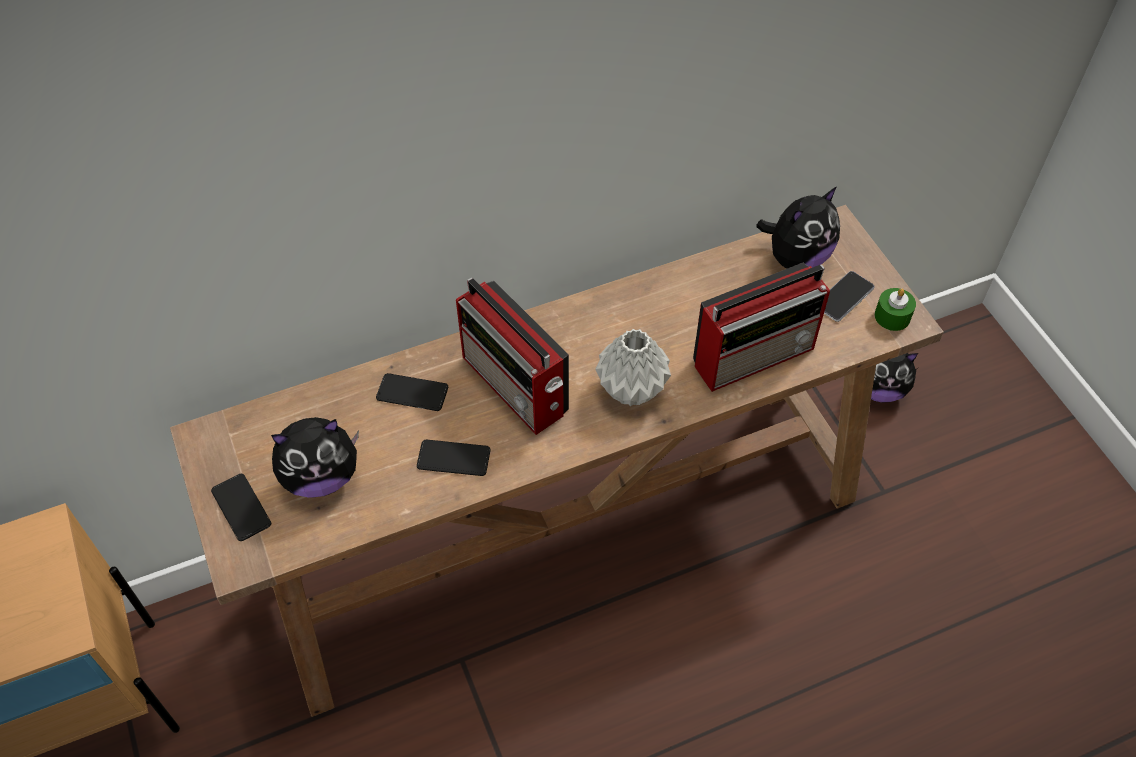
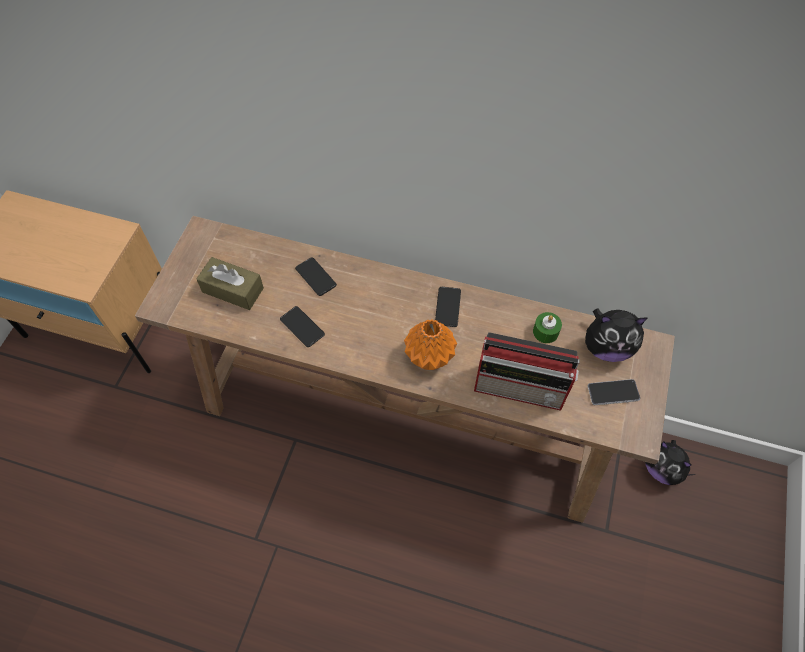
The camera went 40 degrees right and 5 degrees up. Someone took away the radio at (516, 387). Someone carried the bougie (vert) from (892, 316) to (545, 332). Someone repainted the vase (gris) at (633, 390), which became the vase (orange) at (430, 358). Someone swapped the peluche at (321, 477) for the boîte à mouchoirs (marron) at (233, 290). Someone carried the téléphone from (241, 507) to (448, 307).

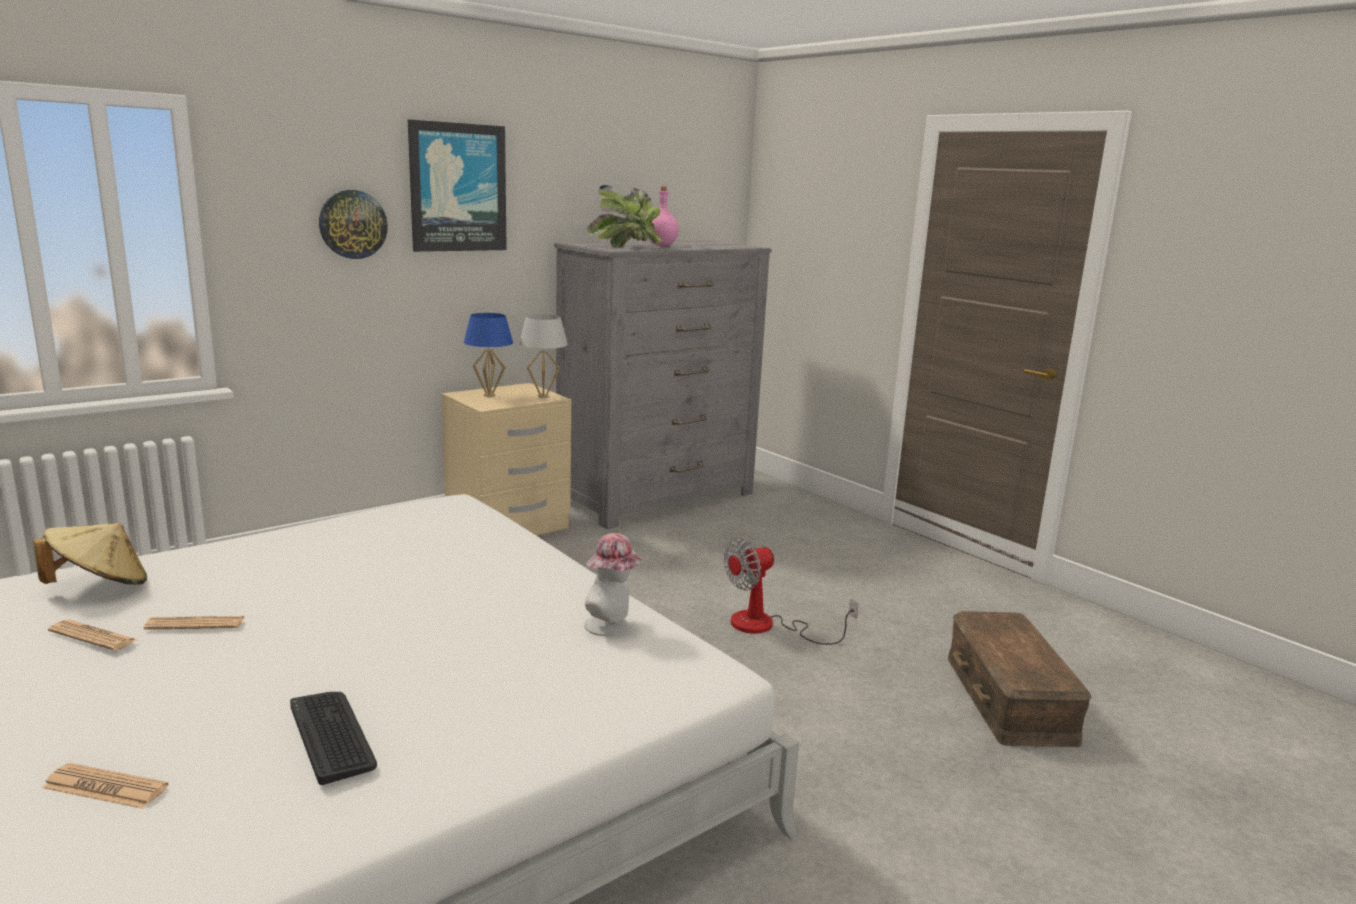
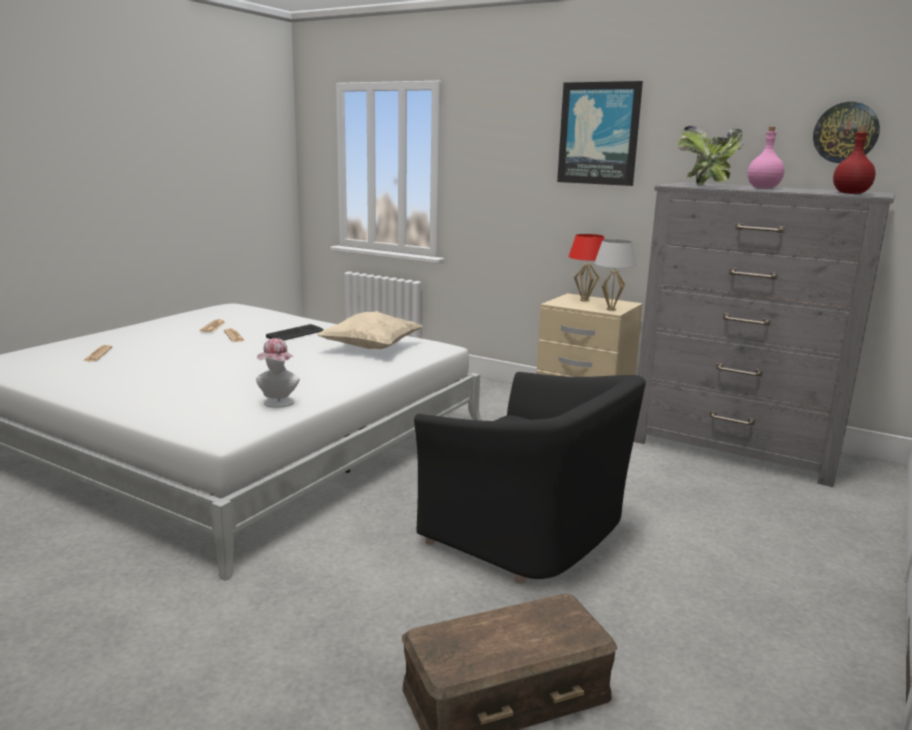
The camera went 70 degrees right and 0 degrees up. Someone carried the horloge murale from (353, 224) to (845, 133). Someone repainted the lampe de table (bleu) at (489, 395), which became the lampe de table (rouge) at (584, 300). Someone took away the chapeau (beige) at (100, 586). Someone swapped the ventilateur at (767, 626) for the fauteuil (noir) at (529, 532). Someone carried the clavier from (332, 735) to (295, 334). Someone put down the bouteille (rouge) at (851, 193). Someone put down the coussin (beige) at (371, 348).

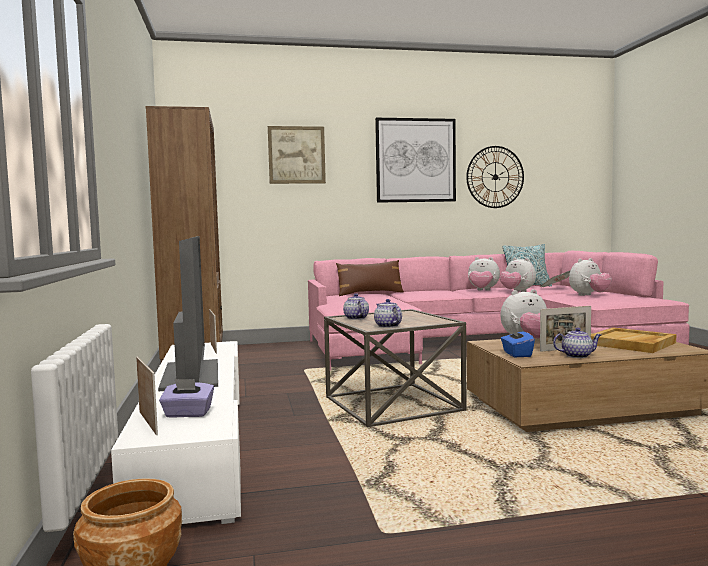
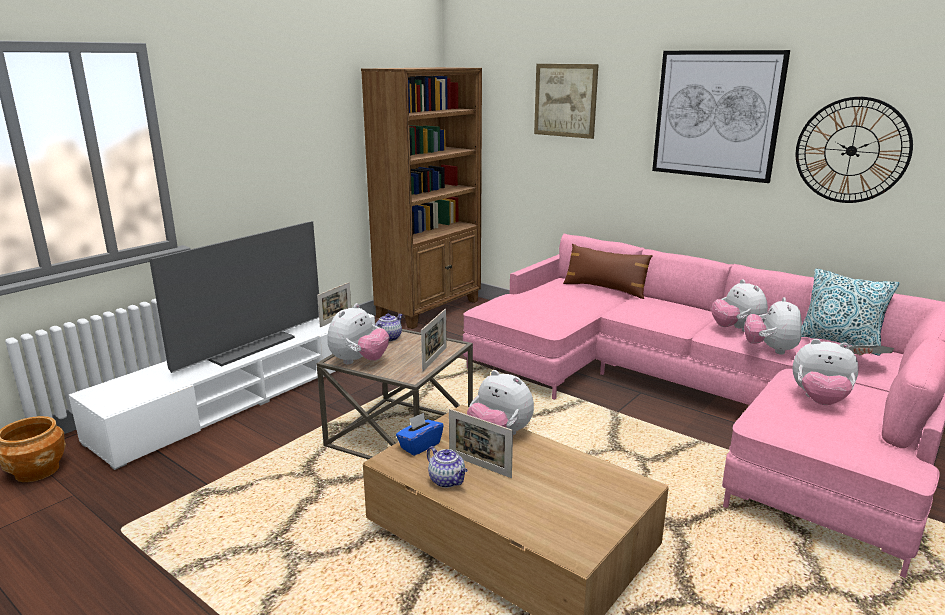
The camera went 50 degrees right and 15 degrees up. Someone swapped the théière at (387, 326) for the peluche at (359, 361). Someone took away the plateau (beige) at (631, 343). Someone carried the cadre photo from (148, 423) to (434, 359). Someone took away the boîte à mouchoirs (violet) at (188, 414).

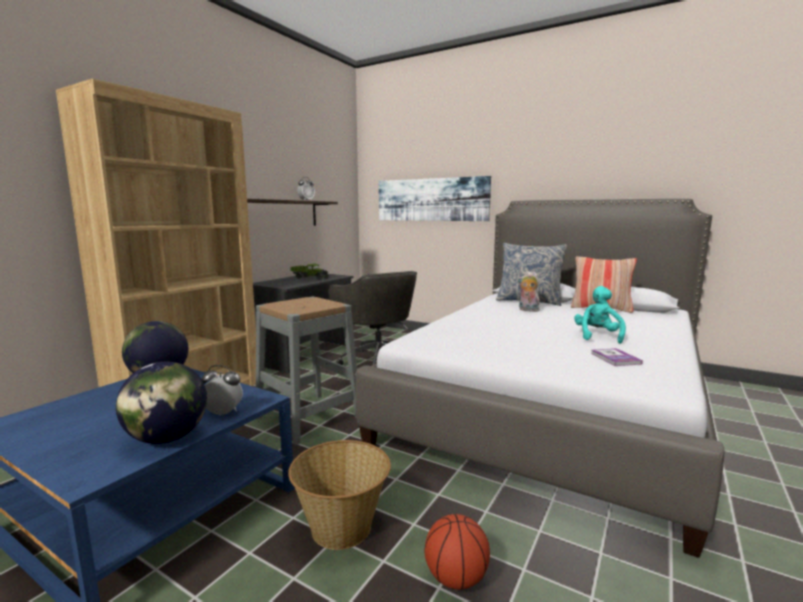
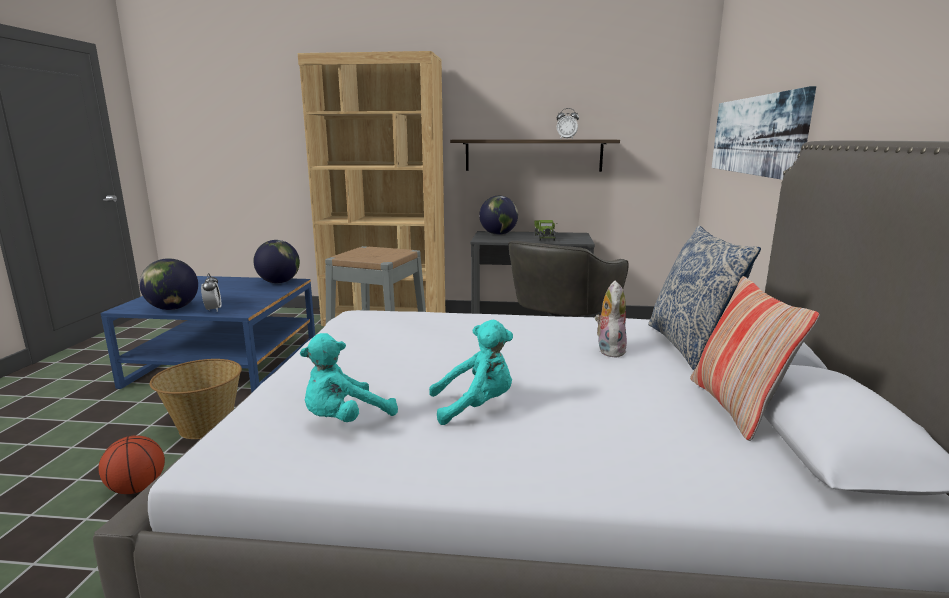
The camera went 65 degrees right and 5 degrees up. Someone swapped the livre at (615, 358) for the peluche (turquoise) at (345, 420). Someone put down the globe at (498, 234).

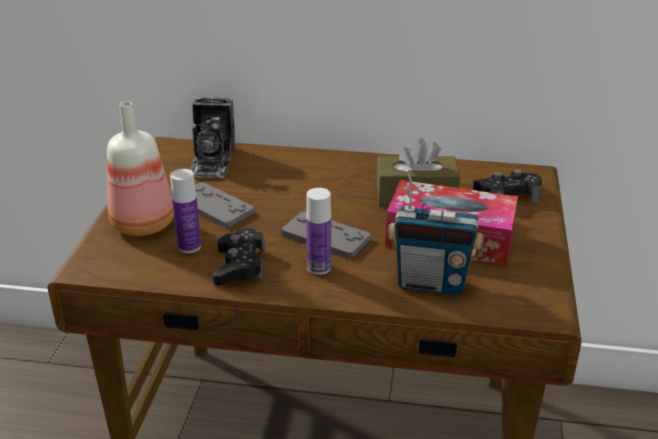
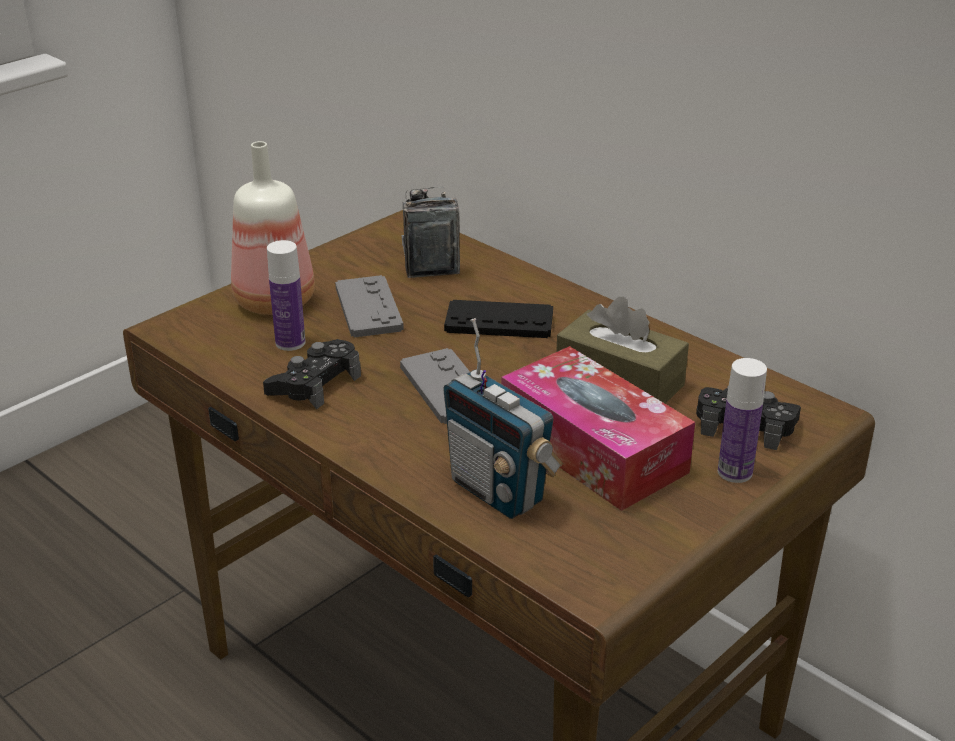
The camera went 35 degrees right and 0 degrees up. Someone rotated the appareil photo at (212, 161) by 135 degrees clockwise. Someone carried the bouteille from (319, 267) to (735, 472). Someone put down the manette (noir) at (499, 321).

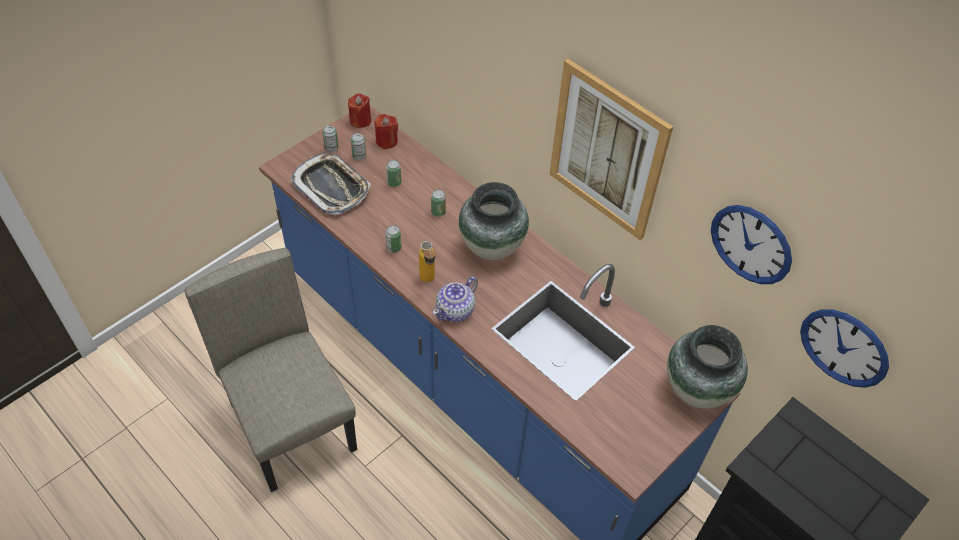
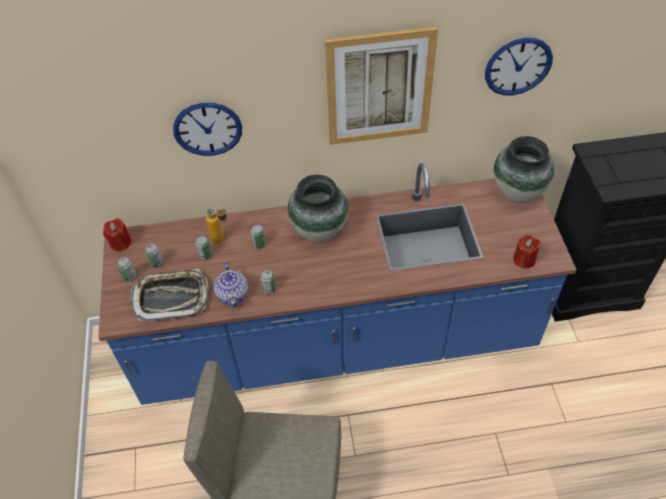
The camera went 50 degrees left and 0 degrees up. Someone carried the bougie (rouge) from (386, 141) to (524, 260). Someone carried the bouteille from (428, 282) to (222, 240). Someone carried the théière from (456, 310) to (233, 294). Someone carried the horloge murale from (844, 347) to (207, 129).

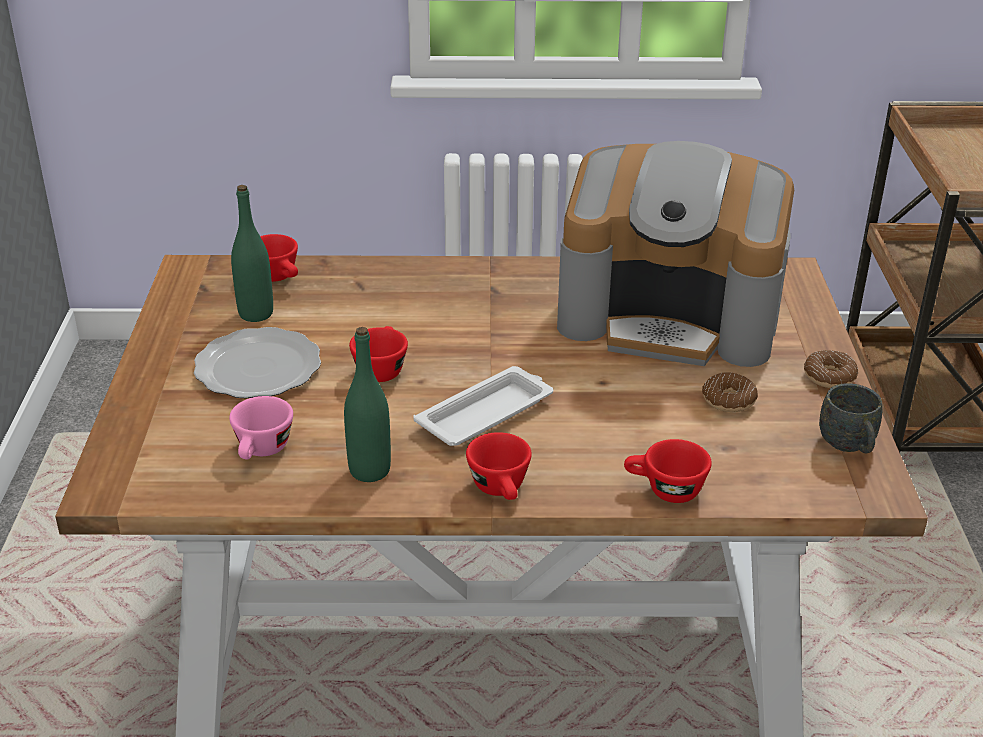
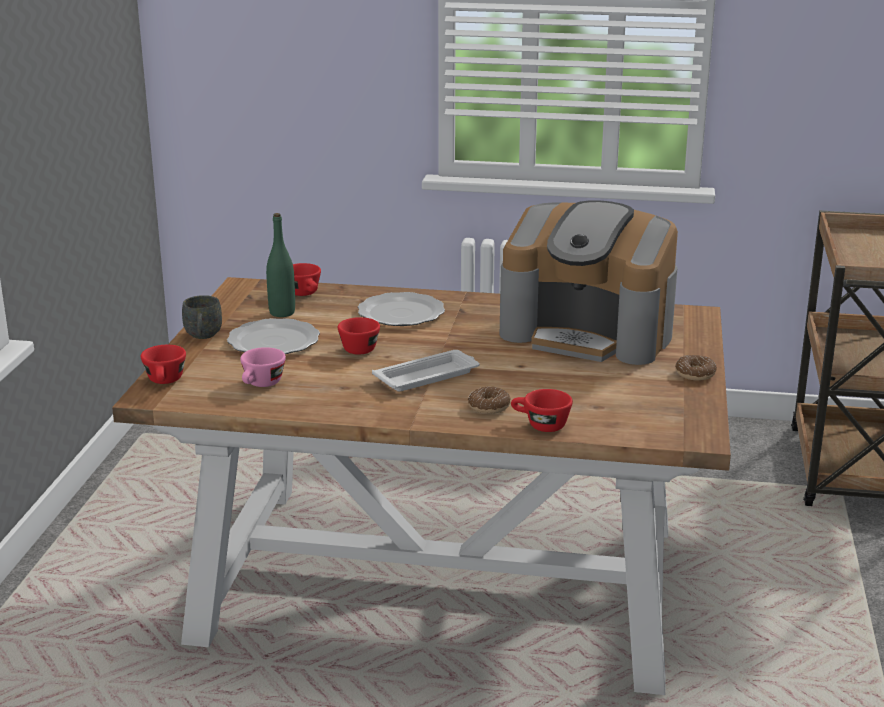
The camera went 10 degrees right and 10 degrees down. Someone took away the bouteille (vert) at (369, 470). Someone carried the beignet from (729, 400) to (489, 407). Someone carried the mug (gris) from (849, 446) to (203, 336). Someone carried the tasse (rouge) from (502, 490) to (165, 382). Someone put down the assiette at (402, 313).

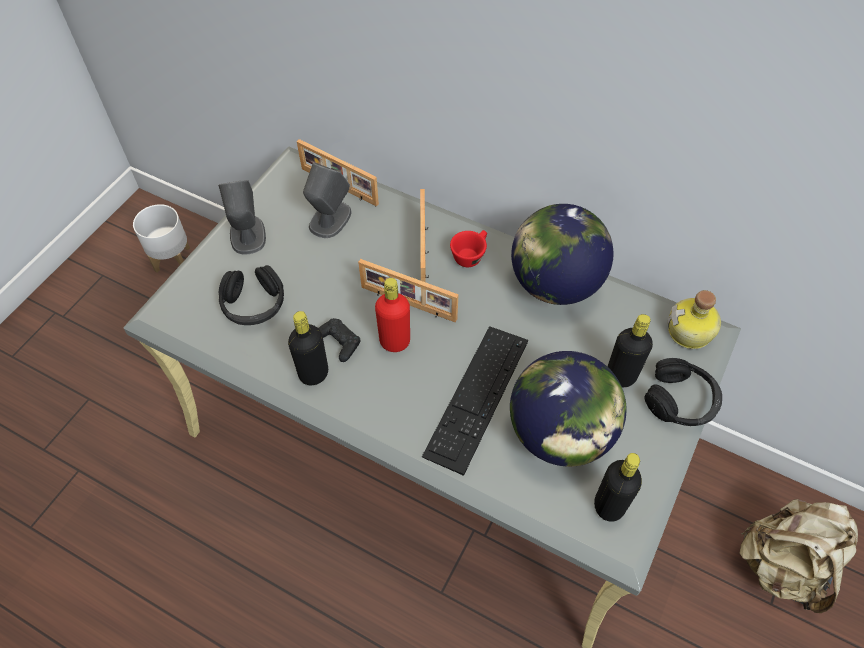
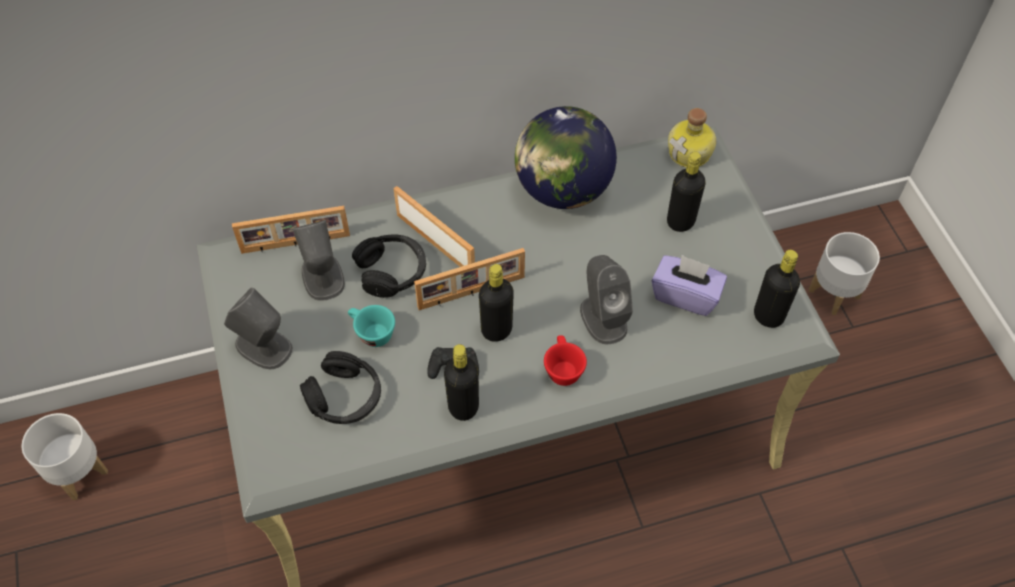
The camera went 45 degrees left and 0 degrees up. Someone carried the tasse (rouge) from (470, 255) to (562, 368). Someone repainted the bouteille (rouge) at (395, 342), which became the bouteille (noir) at (496, 330). Someone swapped the clavier at (477, 396) for the enceinte (gris) at (603, 318). Someone swapped the globe at (559, 433) for the boîte à mouchoirs (violet) at (685, 295). Someone carried the casque audio (noir) from (680, 400) to (392, 271). Someone swapped the sac à dos (beige) at (782, 565) for the cache-pot (blanc) at (834, 294). Someone put down the tasse (turquoise) at (371, 333).

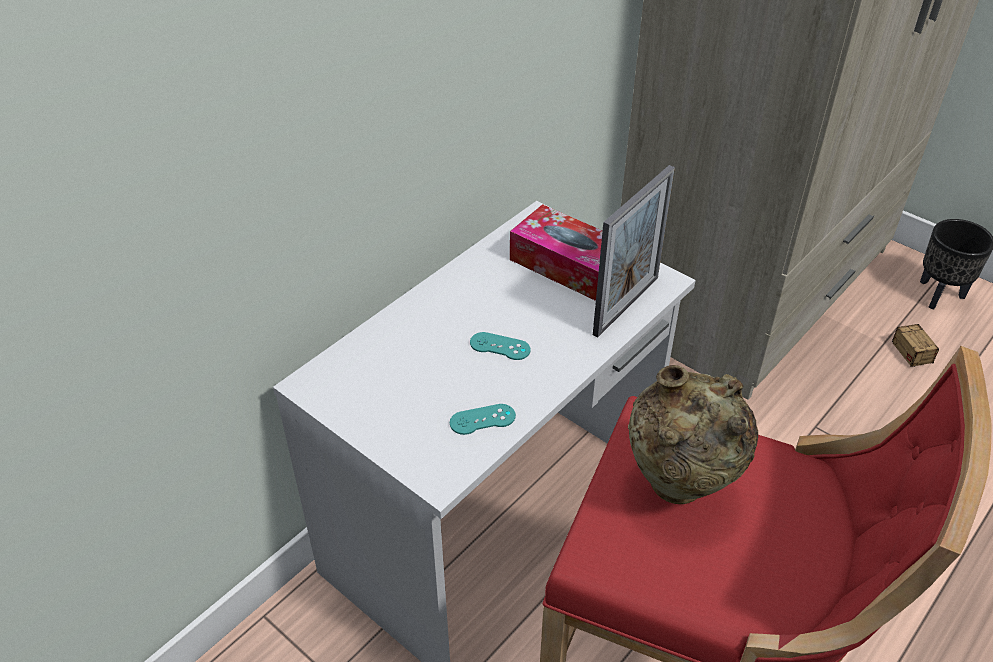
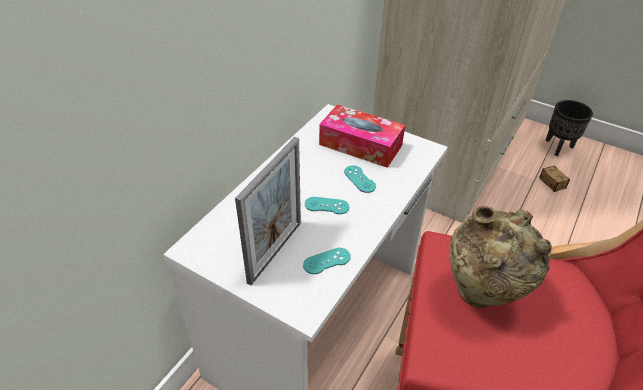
The camera went 10 degrees left and 0 degrees up. Someone carried the cadre photo from (626, 305) to (275, 251). Someone put down the manette (turquoise) at (359, 179).

